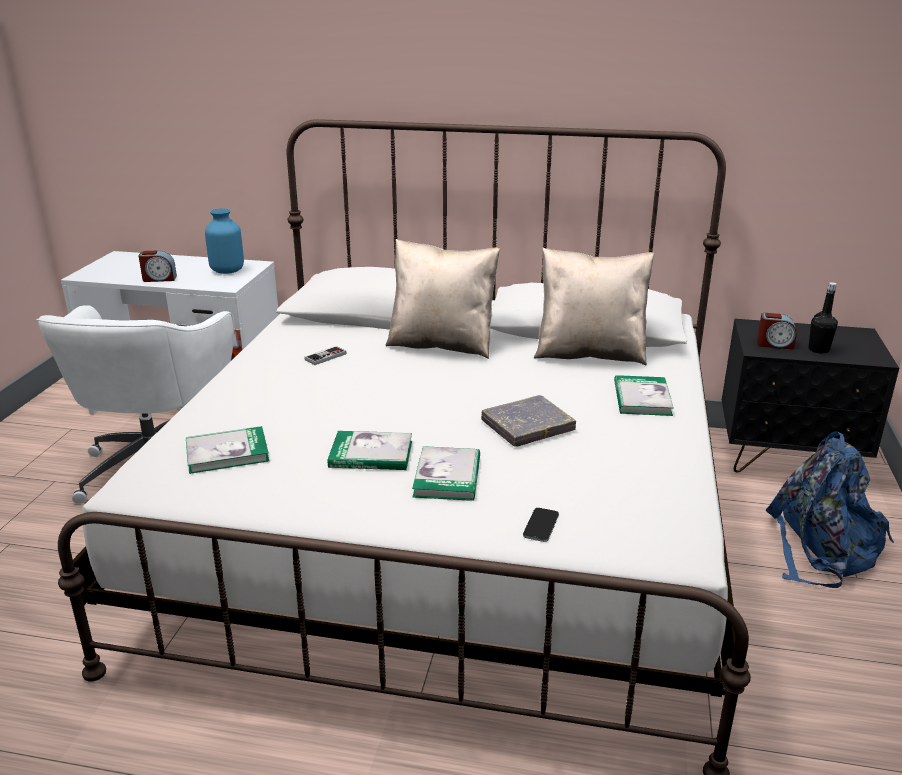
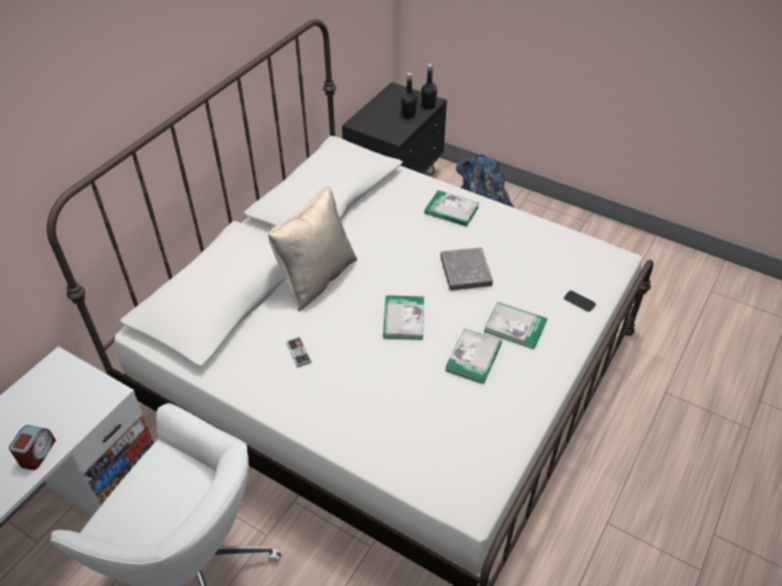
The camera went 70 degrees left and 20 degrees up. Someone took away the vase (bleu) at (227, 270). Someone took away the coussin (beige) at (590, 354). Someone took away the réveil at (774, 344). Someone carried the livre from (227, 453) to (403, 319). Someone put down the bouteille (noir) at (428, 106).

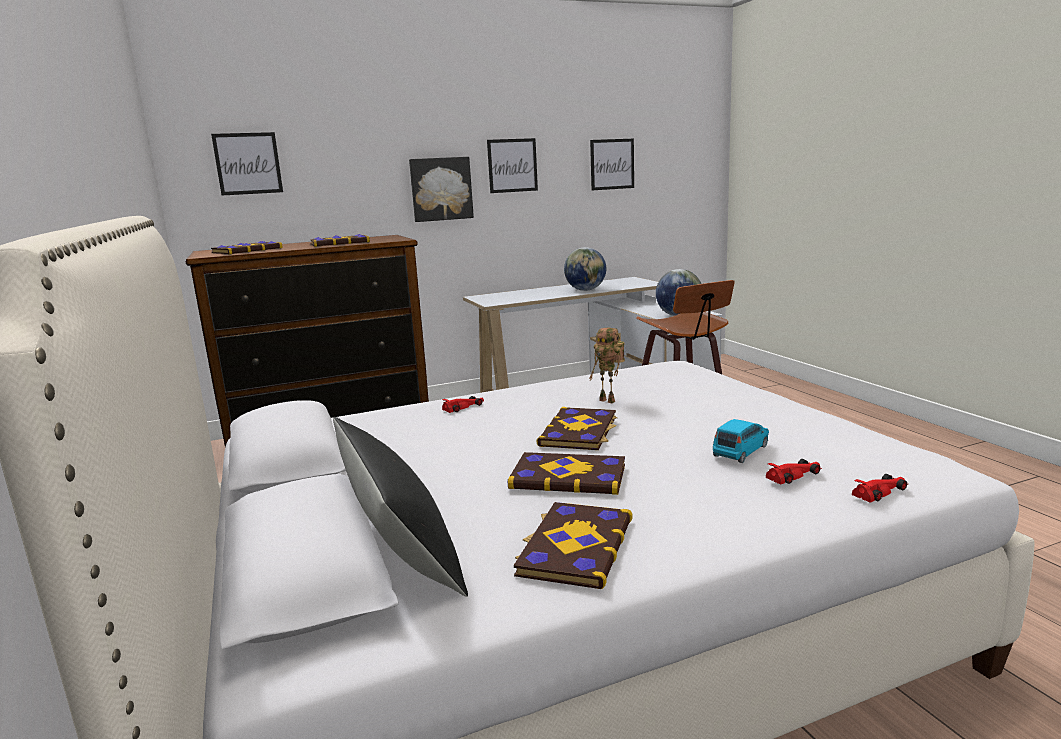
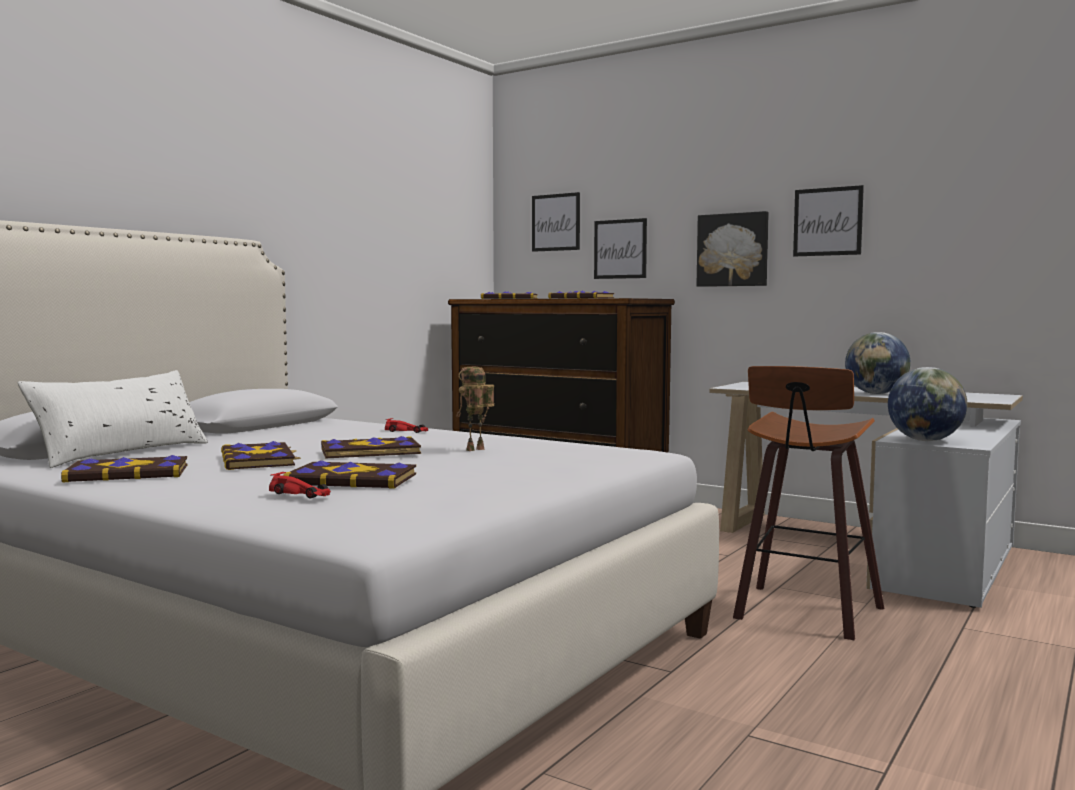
The camera went 55 degrees right and 10 degrees down. Someone carried the tableau from (612, 164) to (620, 249). Someone rotated the robot jouet at (609, 401) by 45 degrees clockwise. Someone repainted the coussin (noir) at (398, 544), which became the coussin (blanc) at (121, 452). Someone swapped the petite voiture (bleu) at (741, 451) for the livre at (352, 479). Someone took away the petite voiture (rouge) at (881, 491).

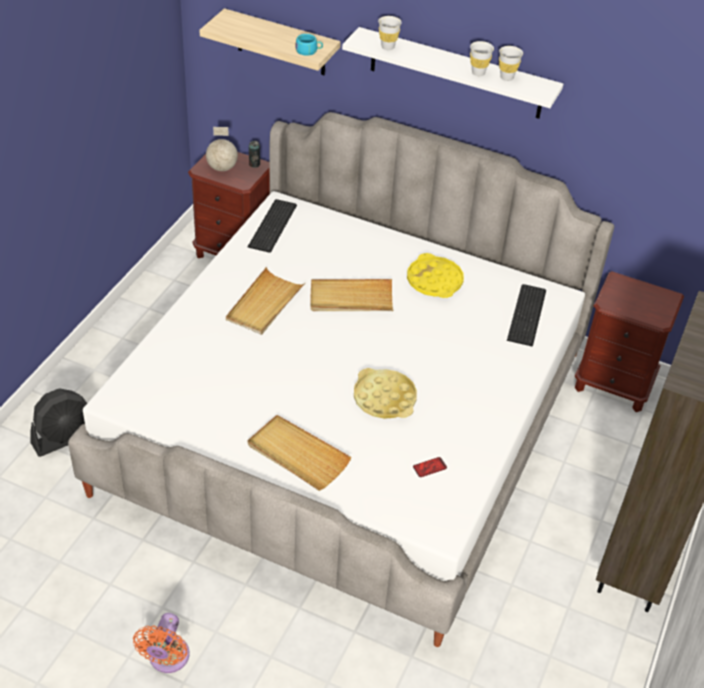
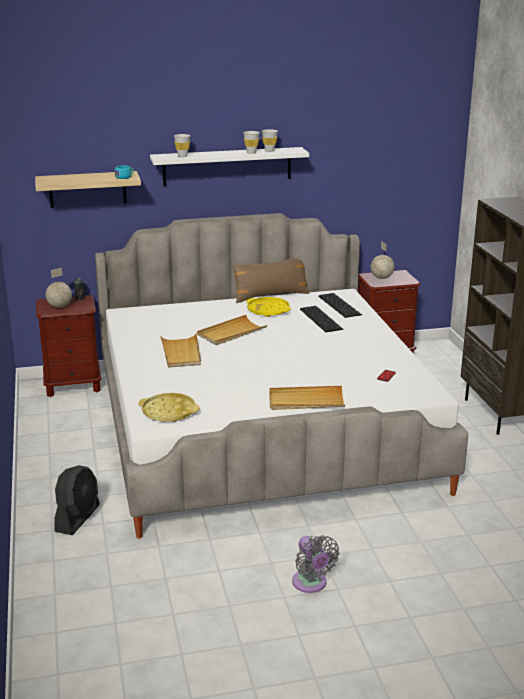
The camera went 35 degrees left and 20 degrees down. Someone carried the clavier from (274, 225) to (321, 318). Someone carried the plateau (jaune) from (384, 398) to (169, 412). Someone repainted the ventilateur (orange) at (167, 659), which became the ventilateur (gris) at (311, 584). Someone put down the globe at (381, 278). Someone put down the coussin (marron) at (270, 296).

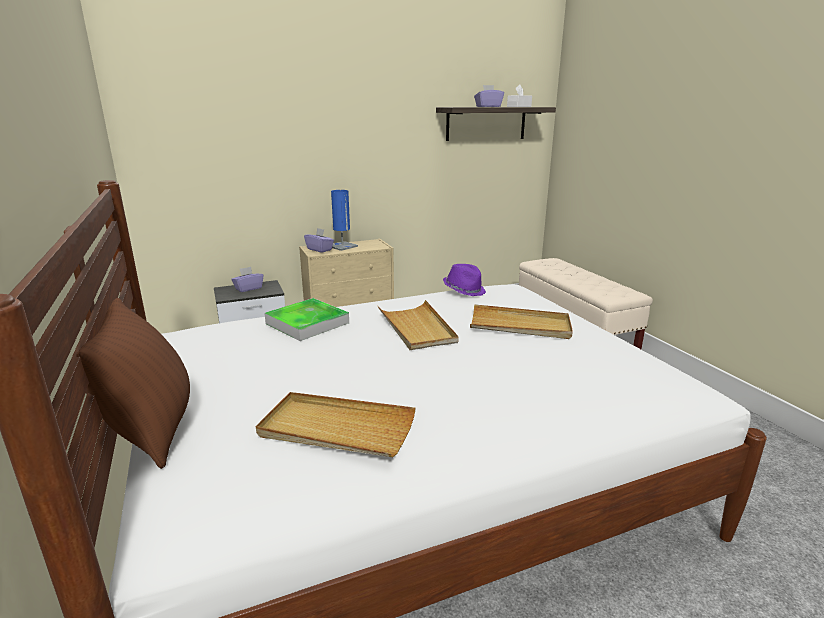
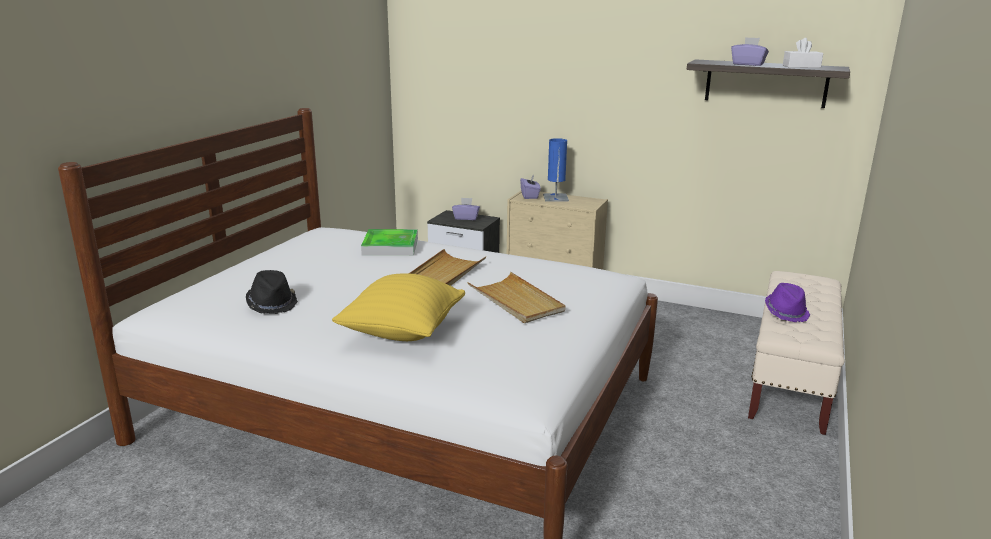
The camera went 45 degrees right and 0 degrees up. Someone carried the chapeau (violet) from (464, 290) to (786, 312). Someone took away the coussin (marron) at (152, 430). Someone swapped the plateau (beige) at (336, 429) for the chapeau (noir) at (272, 304). Someone put down the coussin (jaune) at (402, 332).

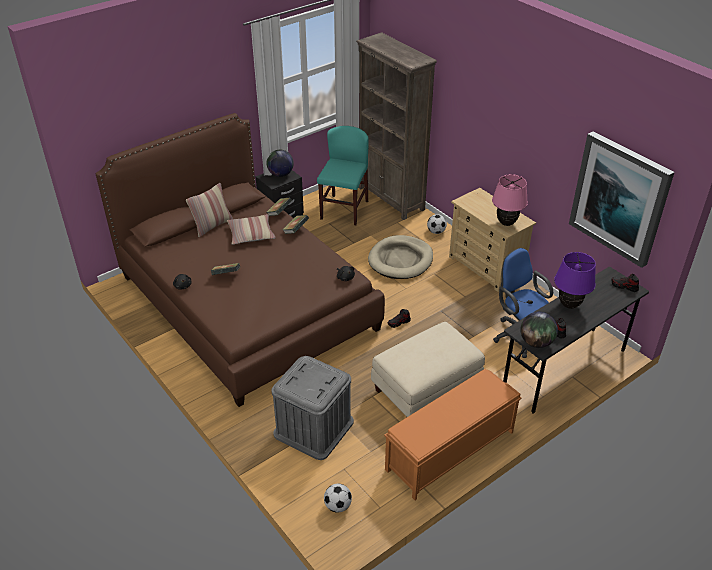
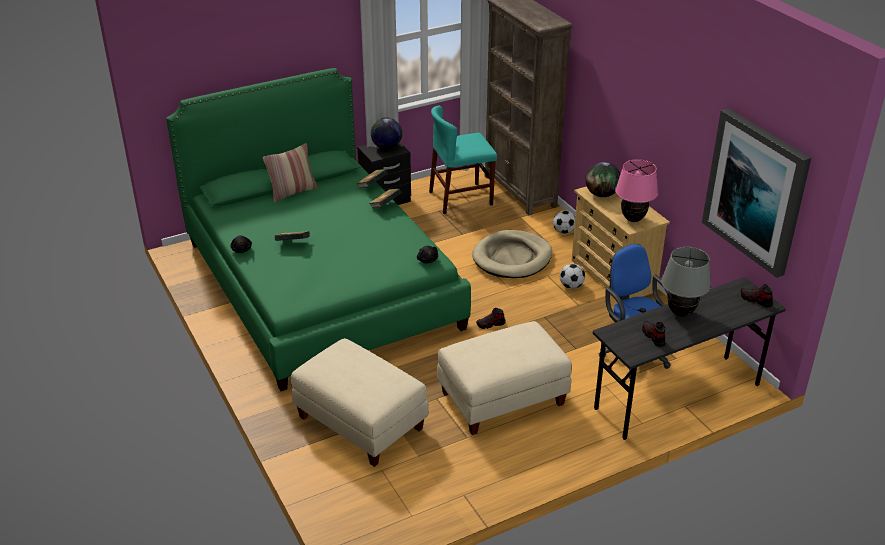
The camera went 10 degrees right and 5 degrees down. Someone repainted the lit (marron) at (246, 302), which became the lit (vert) at (320, 284). Someone rotated the chaise (turquoise) at (344, 210) by 135 degrees counterclockwise. Someone took away the coussin at (251, 234). Someone repainted the lampe de table (violet) at (569, 305), which became the lampe de table (gris) at (681, 313). Someone carried the globe from (536, 342) to (601, 194). Someone swapped the boîte de rangement (gris) at (313, 427) for the pouf (beige) at (359, 423). Someone took away the banc (orange) at (449, 451). Someone carried the ballon de foot from (338, 506) to (571, 286).

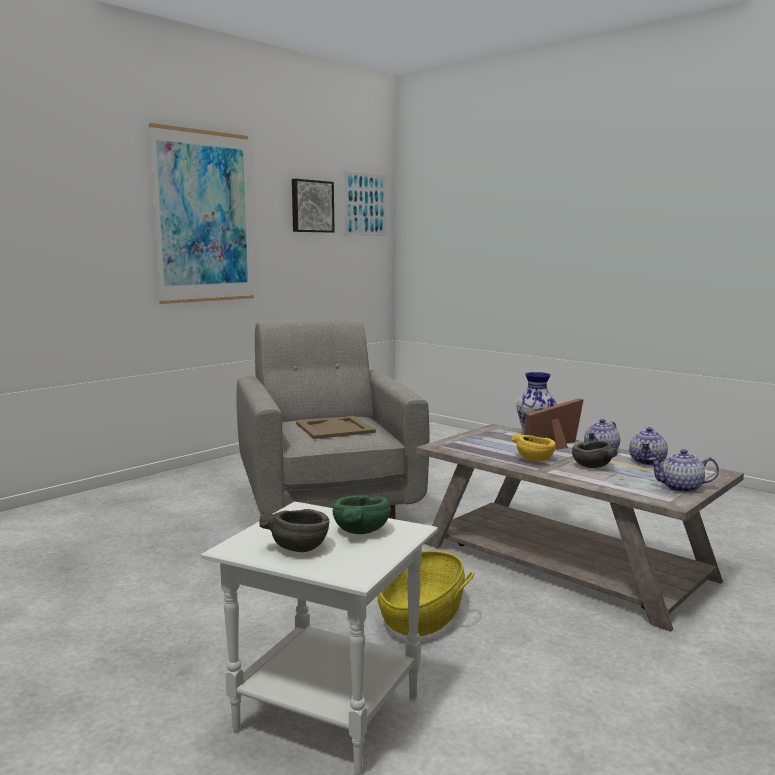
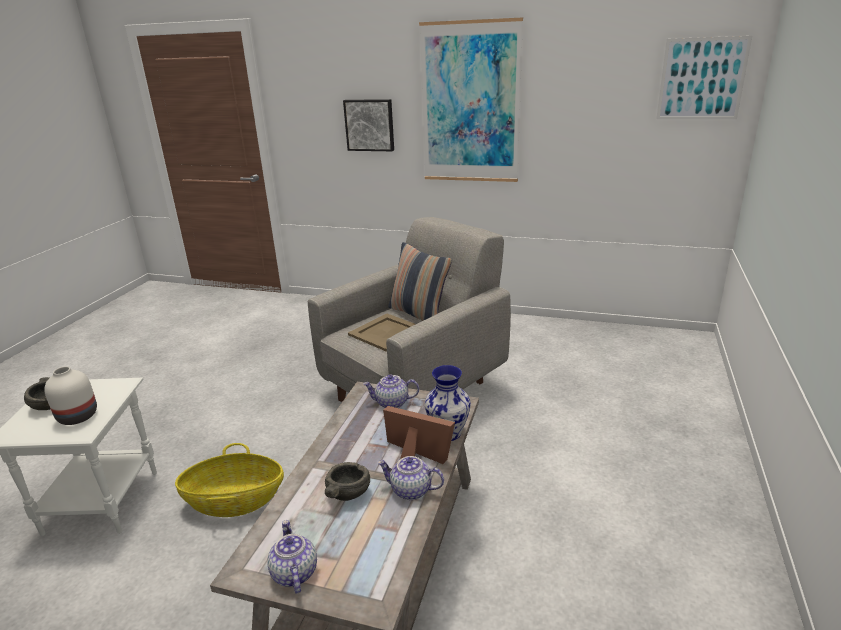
The camera went 65 degrees right and 15 degrees up. Someone carried the tableau from (311, 206) to (370, 125). Someone carried the théière from (648, 462) to (392, 403). Someone took away the bol (jaune) at (535, 459). Someone swapped the bol (vert) at (360, 531) for the vase (blanc) at (79, 416). Someone put down the coussin at (419, 315).

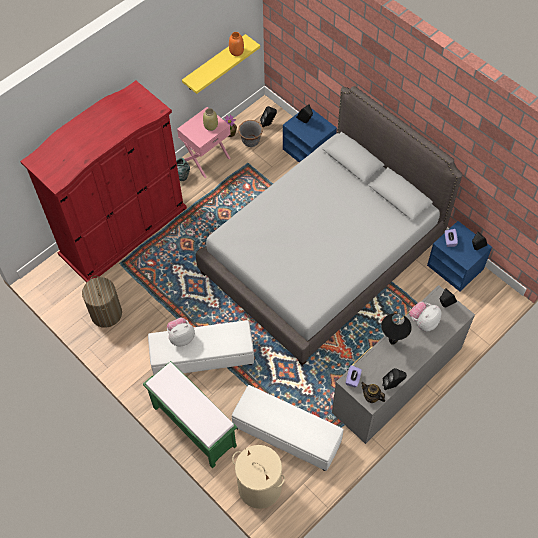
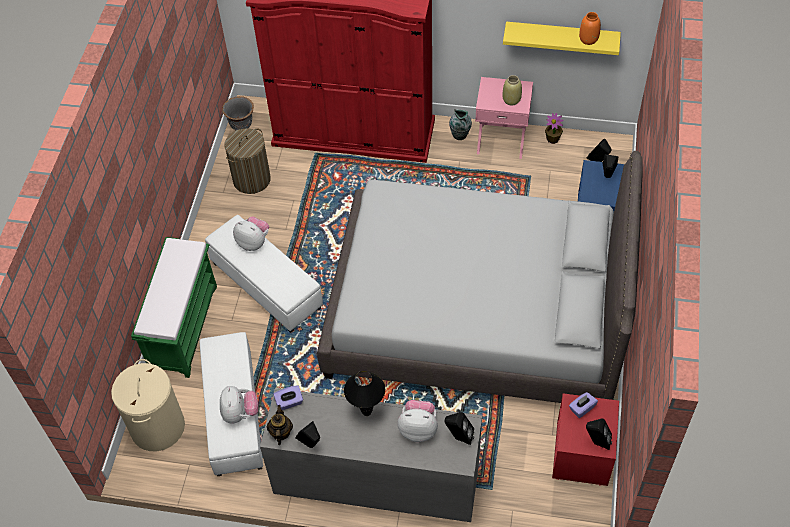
The camera went 55 degrees right and 5 degrees down. Someone carried the cache-pot (gris) from (251, 141) to (241, 125). Someone repainted the table de chevet (bleu) at (456, 267), which became the table de chevet (rouge) at (582, 454). Someone put down the peluche at (240, 413).

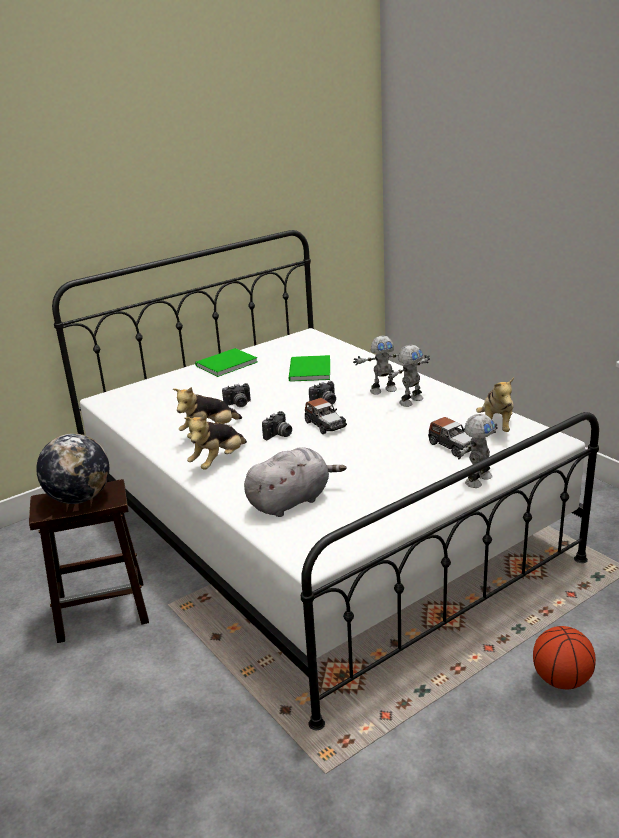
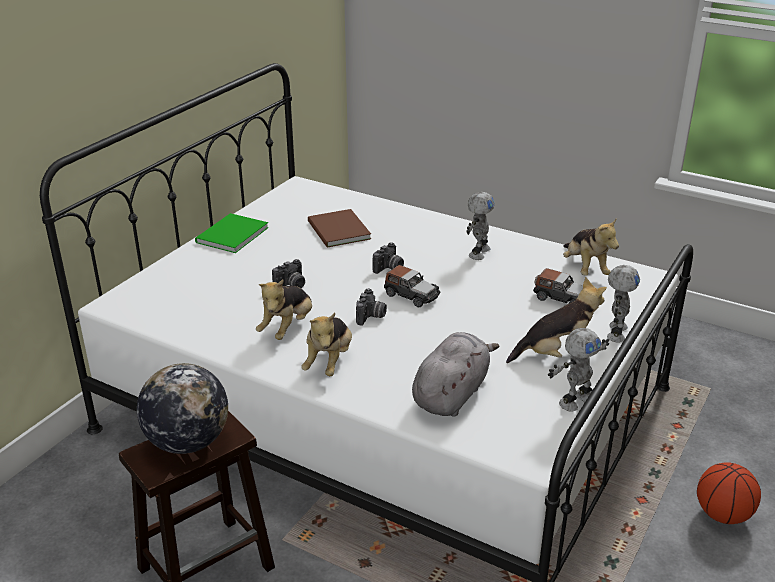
The camera went 25 degrees left and 5 degrees up. Someone carried the robot jouet from (383, 390) to (575, 400). Someone repainted the livre (vert) at (308, 371), which became the livre (marron) at (338, 231). Someone put down the peluche at (556, 354).

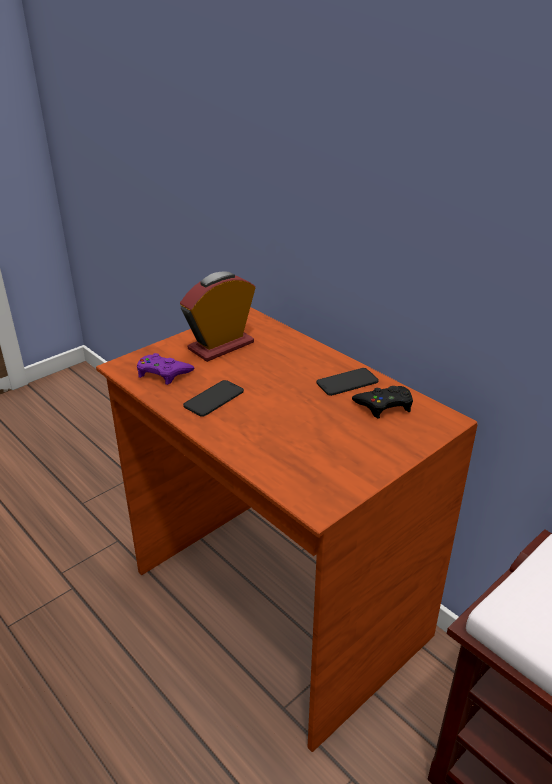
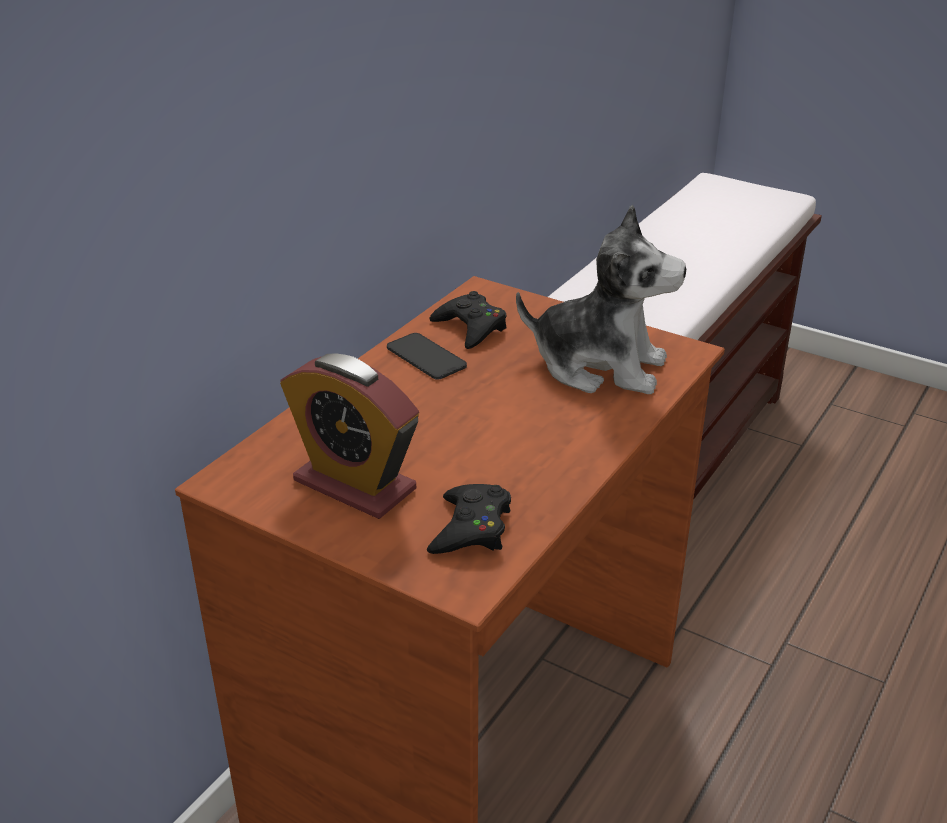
The camera went 105 degrees left and 0 degrees up. Someone repainted the manette (violet) at (163, 373), which became the manette (noir) at (471, 528). Someone took away the téléphone at (214, 399). Someone put down the peluche at (600, 366).

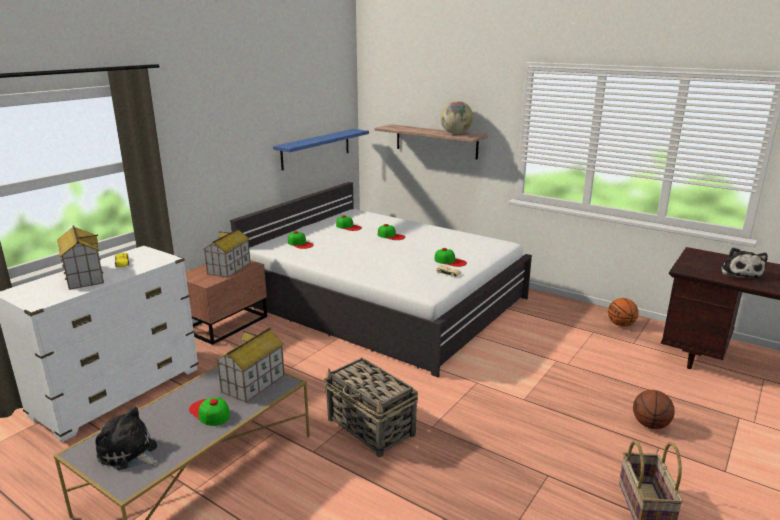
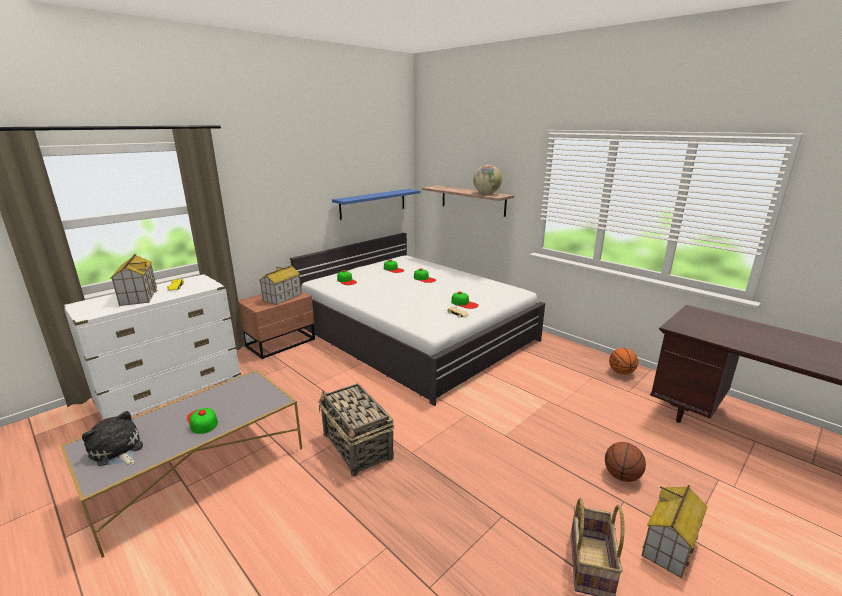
The camera went 10 degrees right and 0 degrees up. Someone took away the peluche at (740, 273). Someone carried the maison miniature from (253, 384) to (669, 546).

